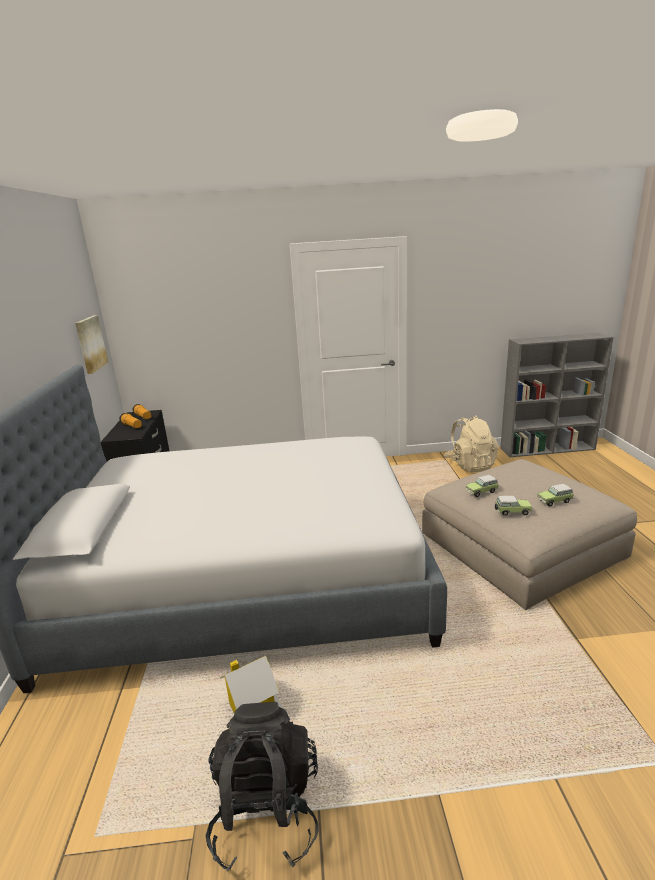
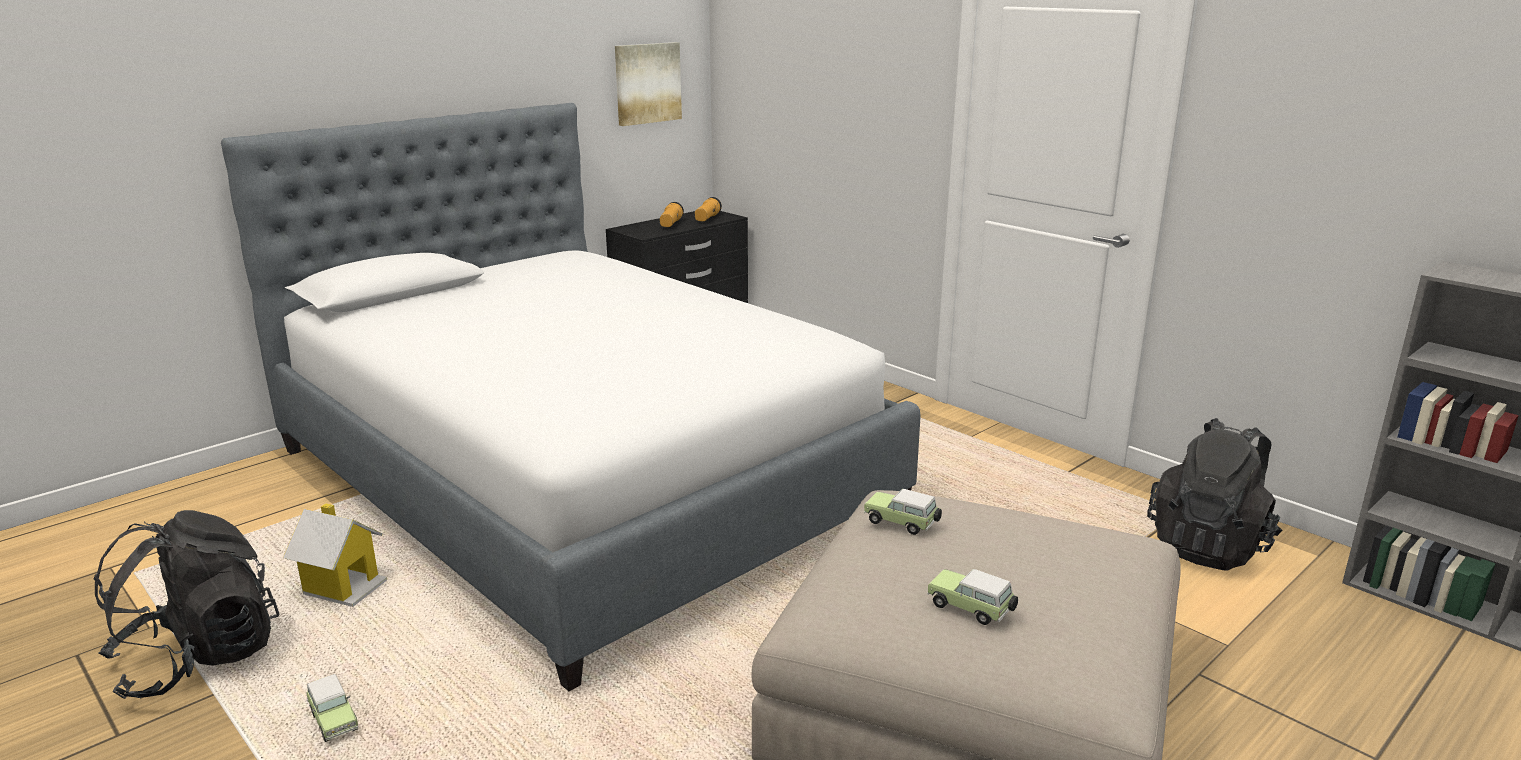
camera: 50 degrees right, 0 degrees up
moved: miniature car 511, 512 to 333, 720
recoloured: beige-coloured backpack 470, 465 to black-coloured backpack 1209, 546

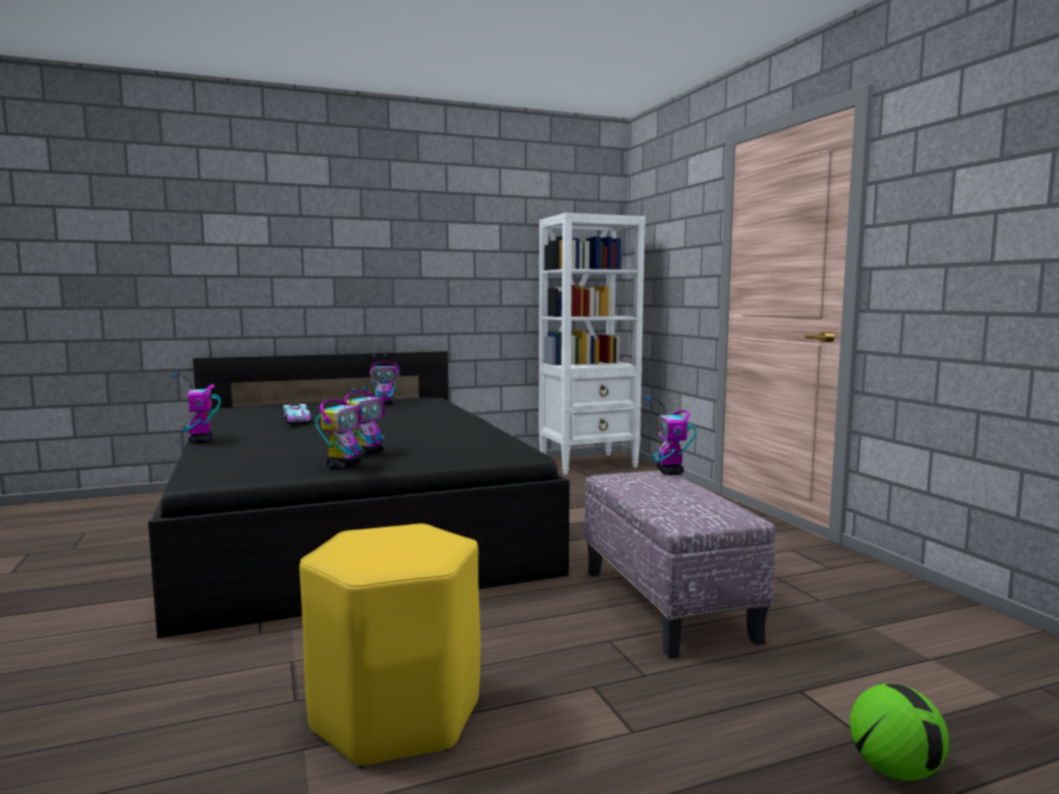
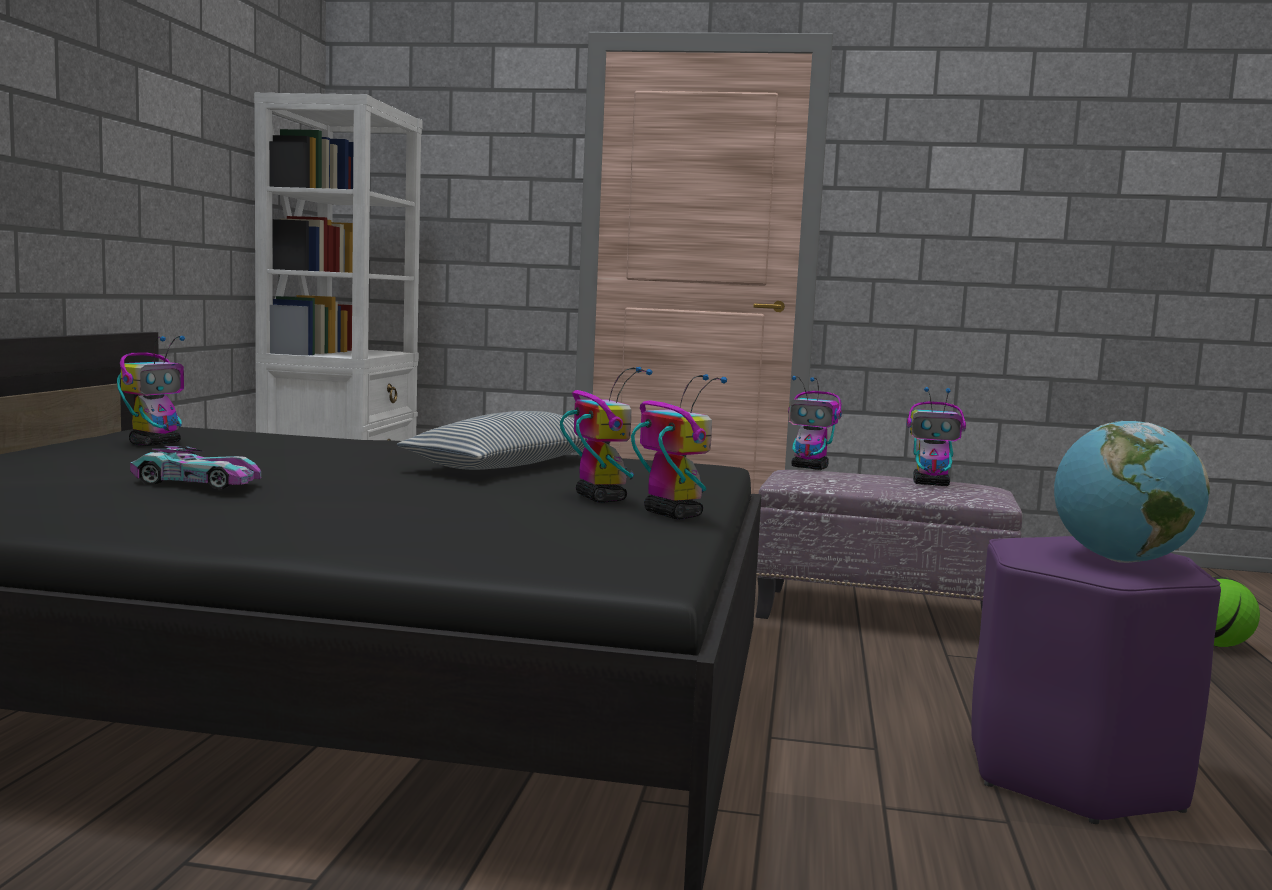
camera: 60 degrees left, 0 degrees up
added: cushion 510, 465; globe 1120, 561
moved: model robot 201, 441 to 931, 484
recoloured: yellow stool 397, 716 to purple stool 1074, 774

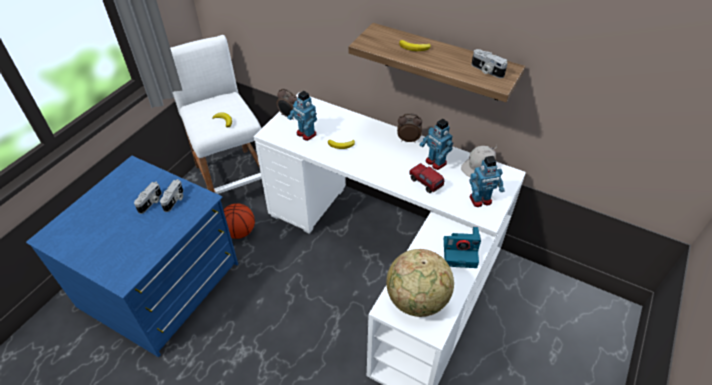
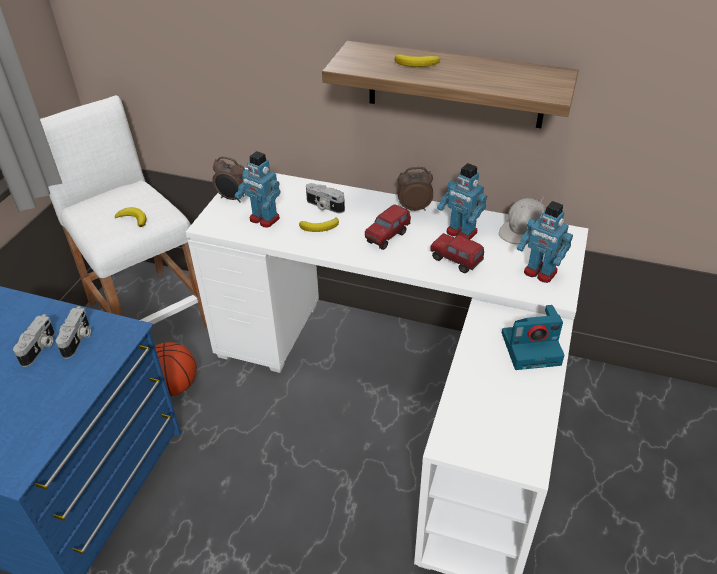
camera: 10 degrees left, 5 degrees down
removed: globe 417, 300
added: model truck 387, 237
moved: photo camera 486, 71 to 324, 206
turned: model robot 480, 200 = 539, 272 60 degrees clockwise

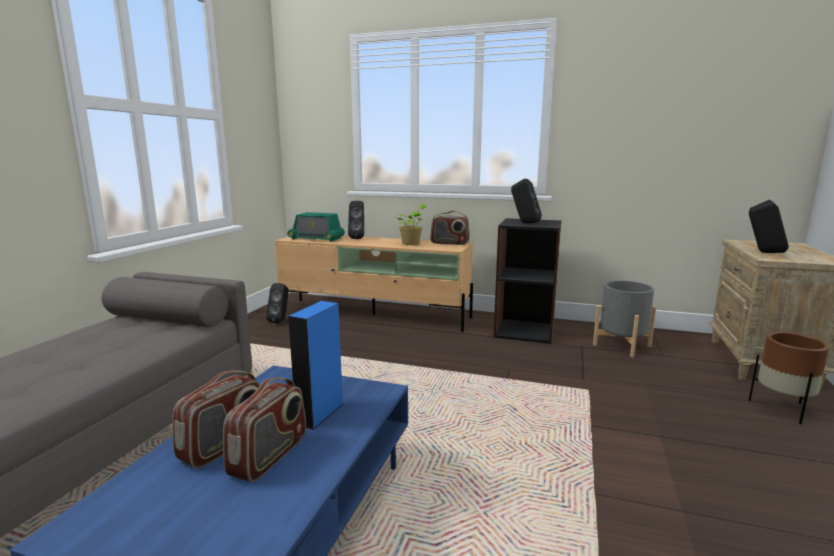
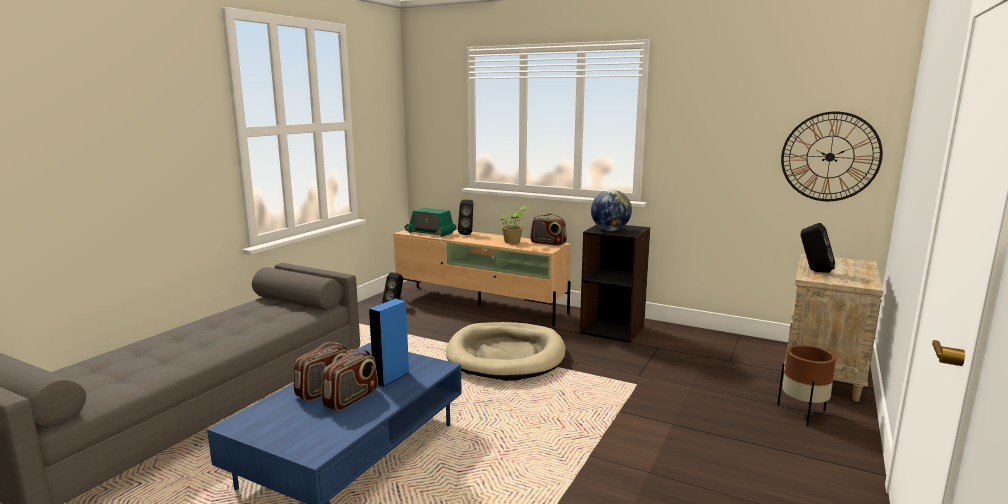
camera: 10 degrees right, 0 degrees up
removed: grey planter 621, 345
added: beige-coloured pet bed 506, 355; hanging clock 830, 157
replaced: black-coloured speaker 524, 223 to globe 610, 230

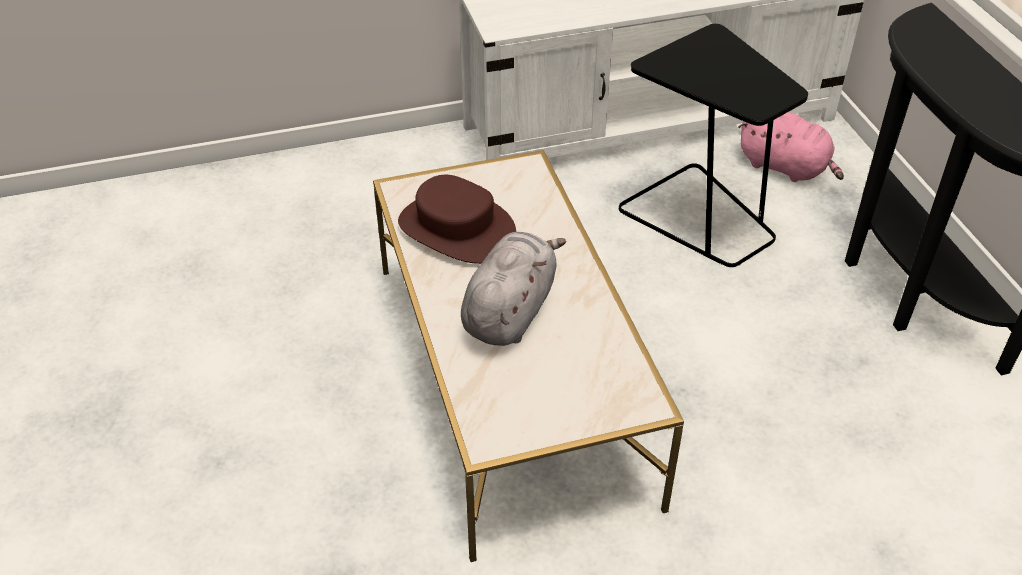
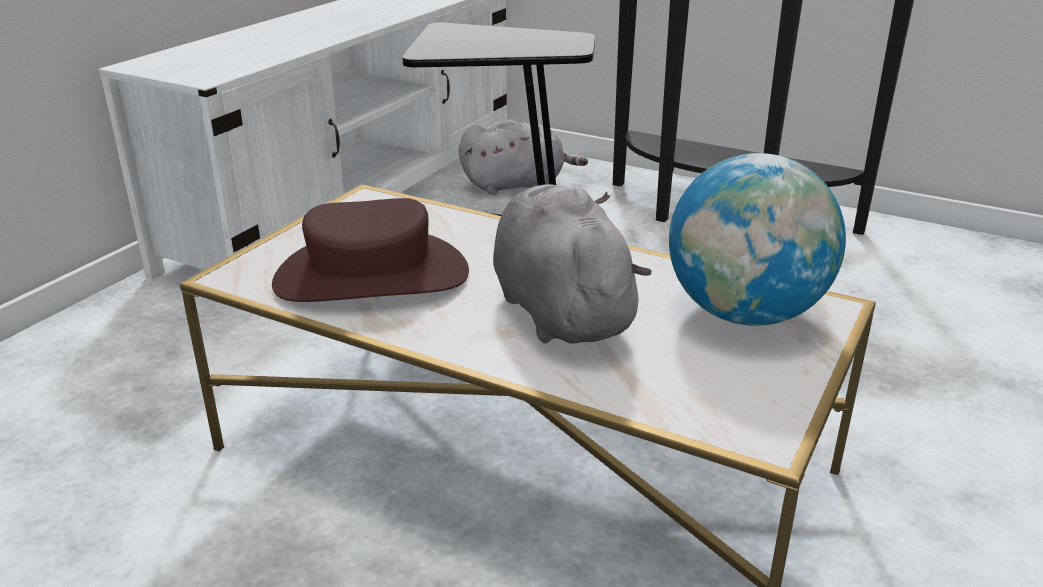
camera: 45 degrees left, 15 degrees down
added: globe 745, 314
recoloured: pinkish cuddly toy 785, 167 to grey cuddly toy 517, 185

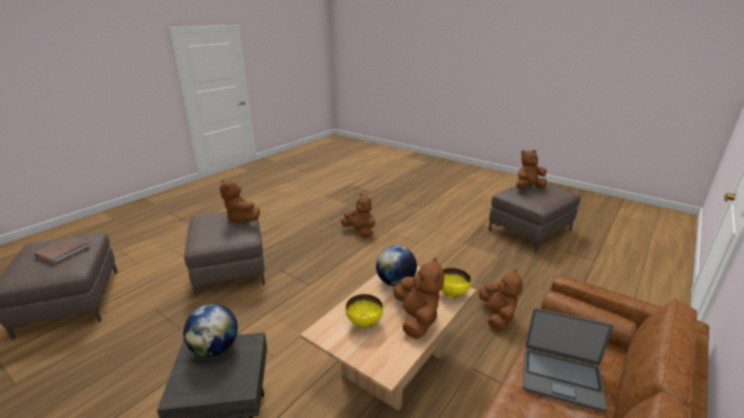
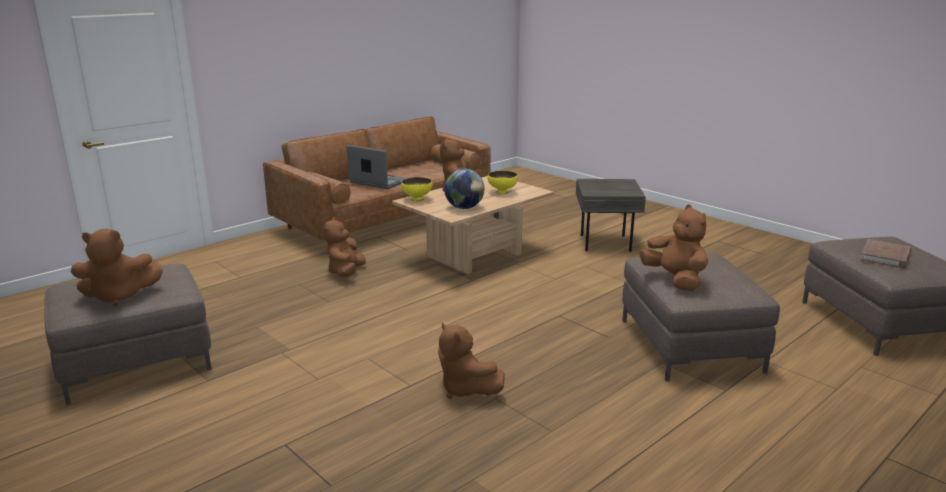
camera: 170 degrees left, 5 degrees down
removed: globe 215, 348

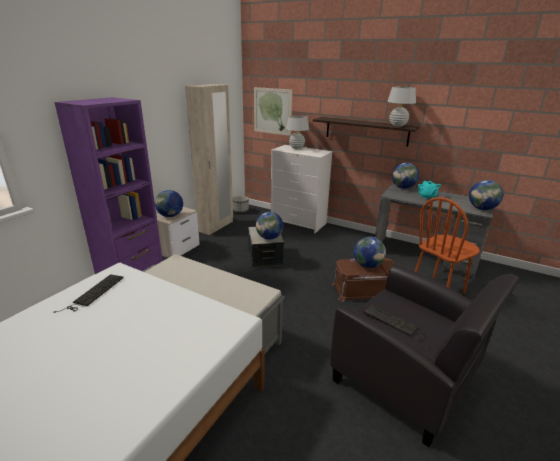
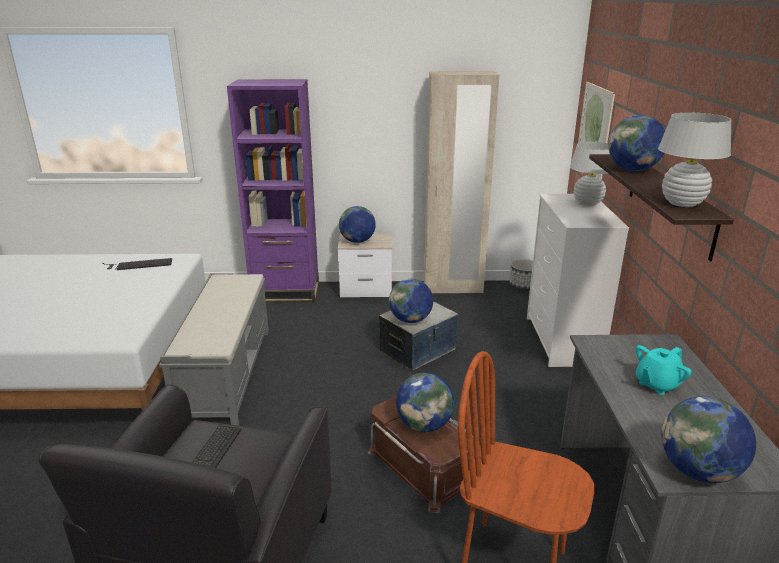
camera: 60 degrees right, 0 degrees up
moved: globe 403, 187 to 632, 170

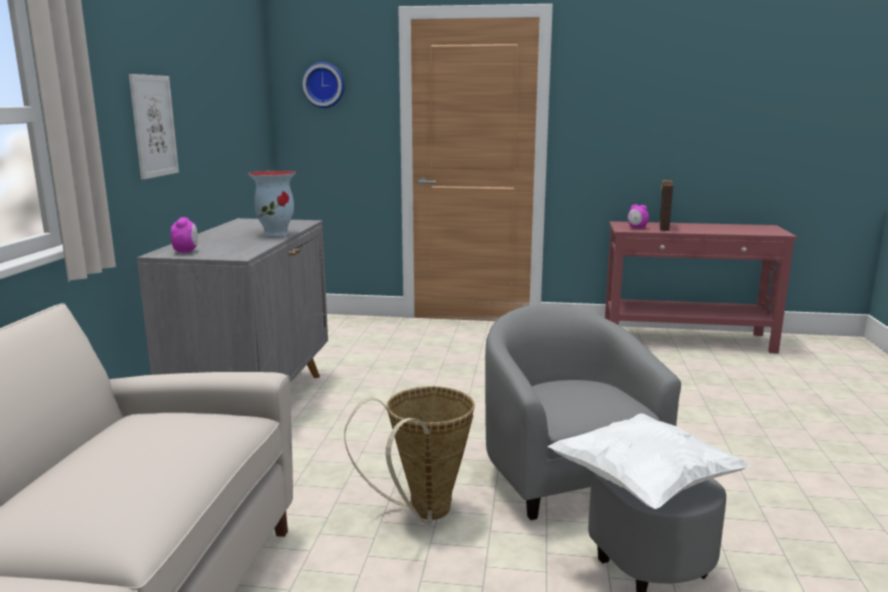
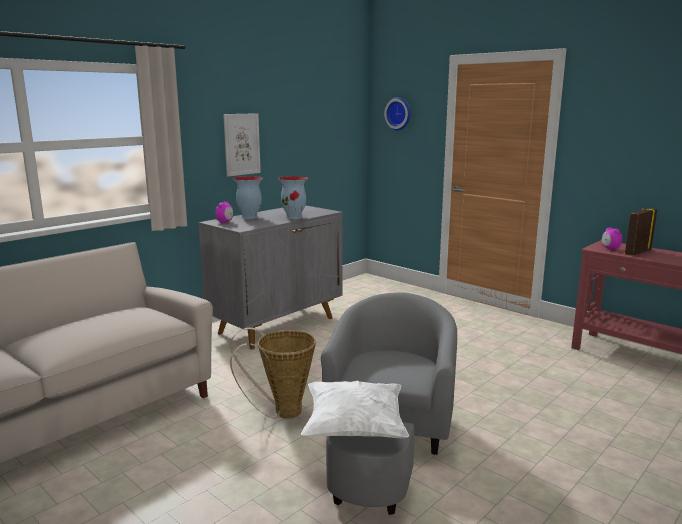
camera: 35 degrees right, 0 degrees up
added: decorative vase 249, 217

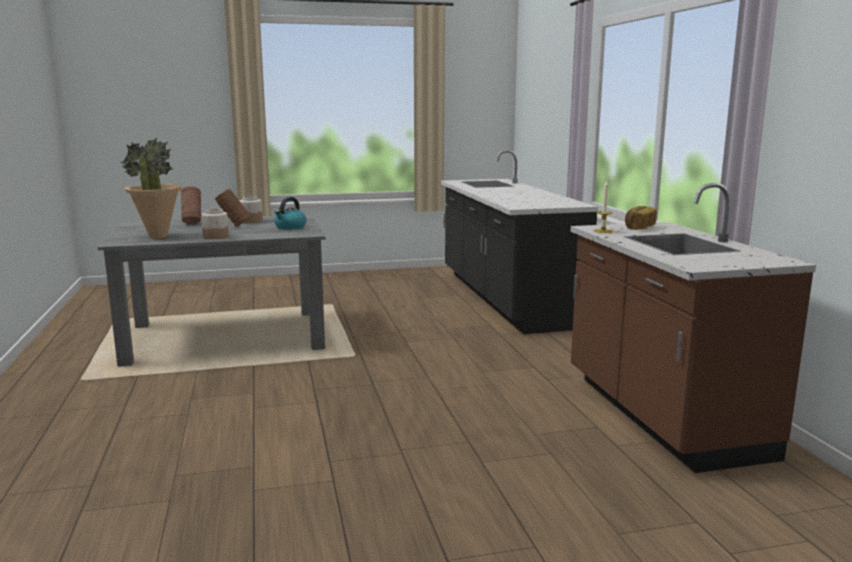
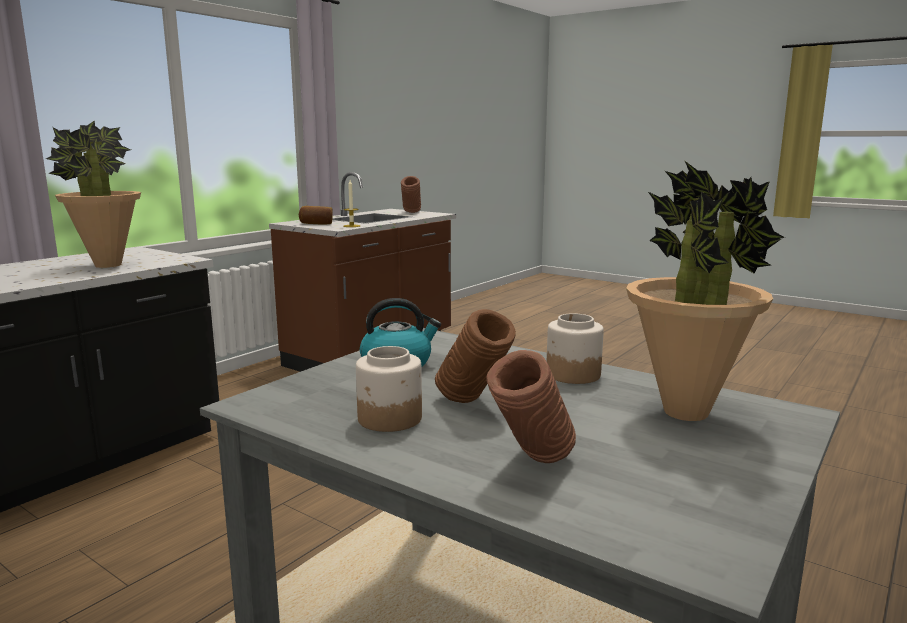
camera: 130 degrees left, 0 degrees up
added: houseplant 107, 265; brown-coloured decorative vase 411, 213

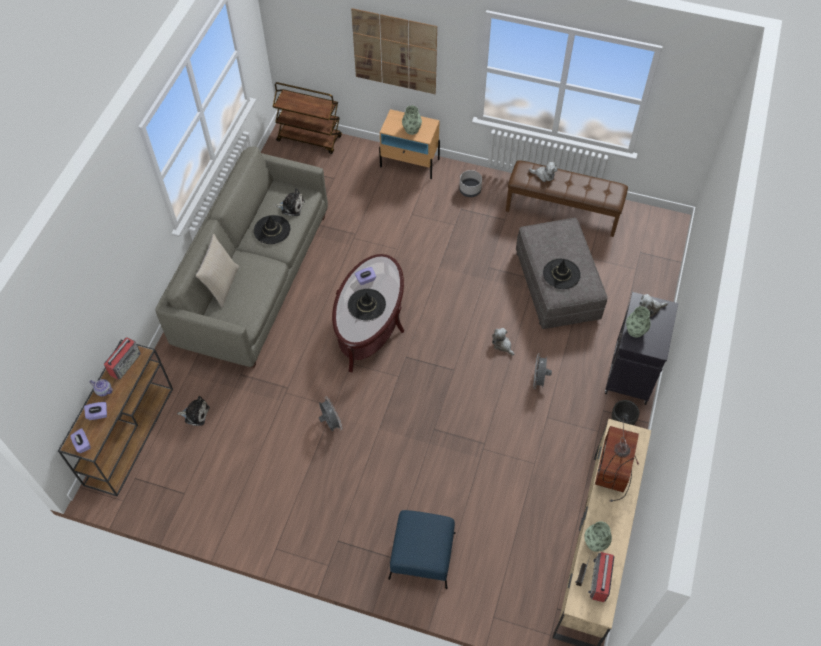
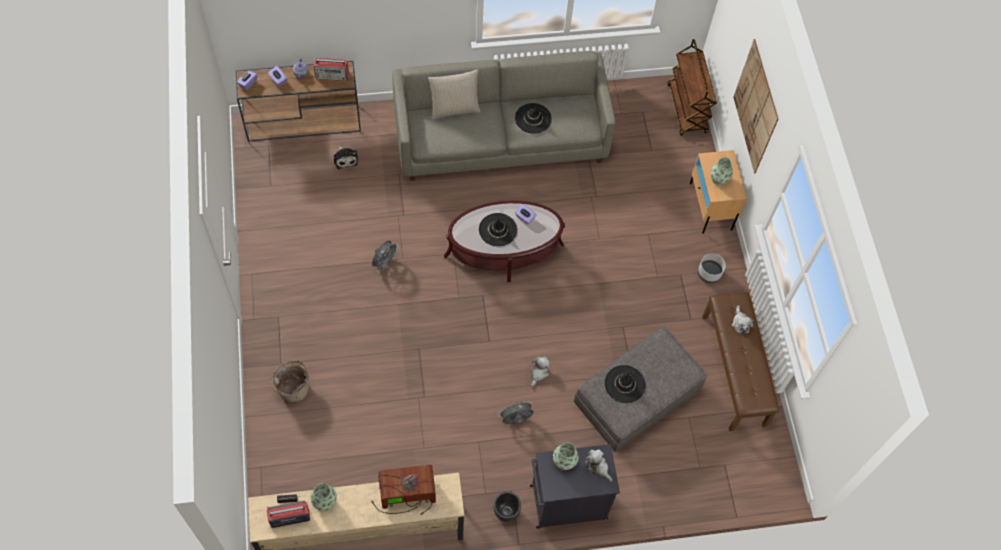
camera: 60 degrees right, 5 degrees up
removed: cuddly toy 291, 206
replaced: blue-coloured pouffe 422, 555 to basket 293, 388

